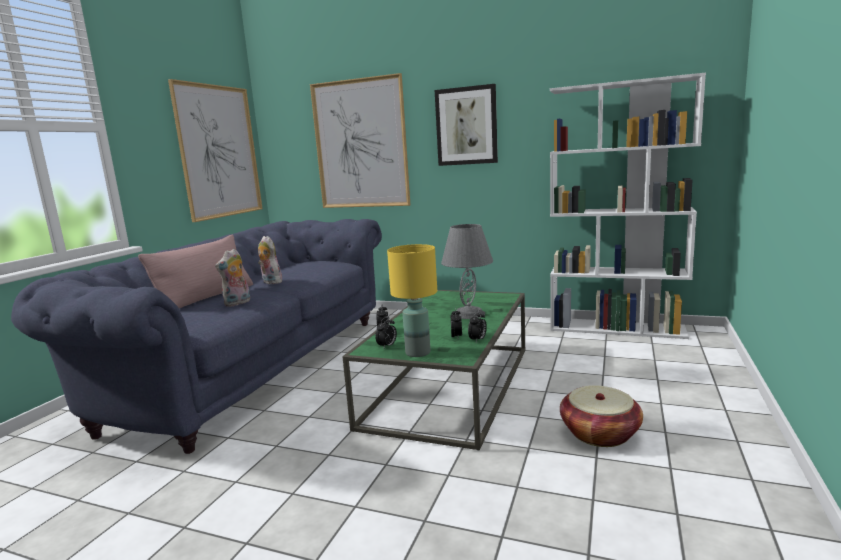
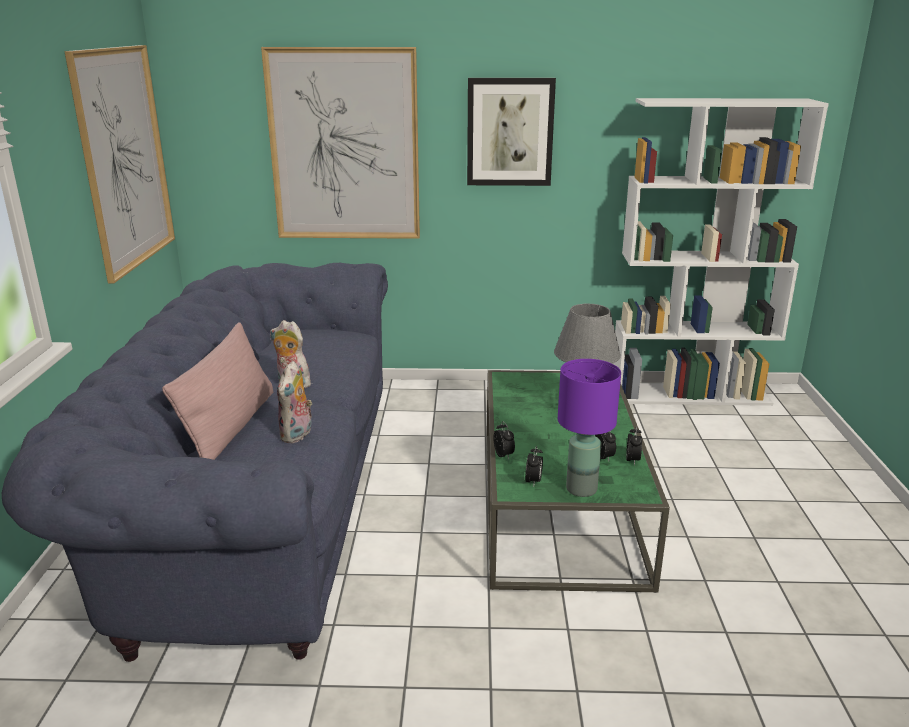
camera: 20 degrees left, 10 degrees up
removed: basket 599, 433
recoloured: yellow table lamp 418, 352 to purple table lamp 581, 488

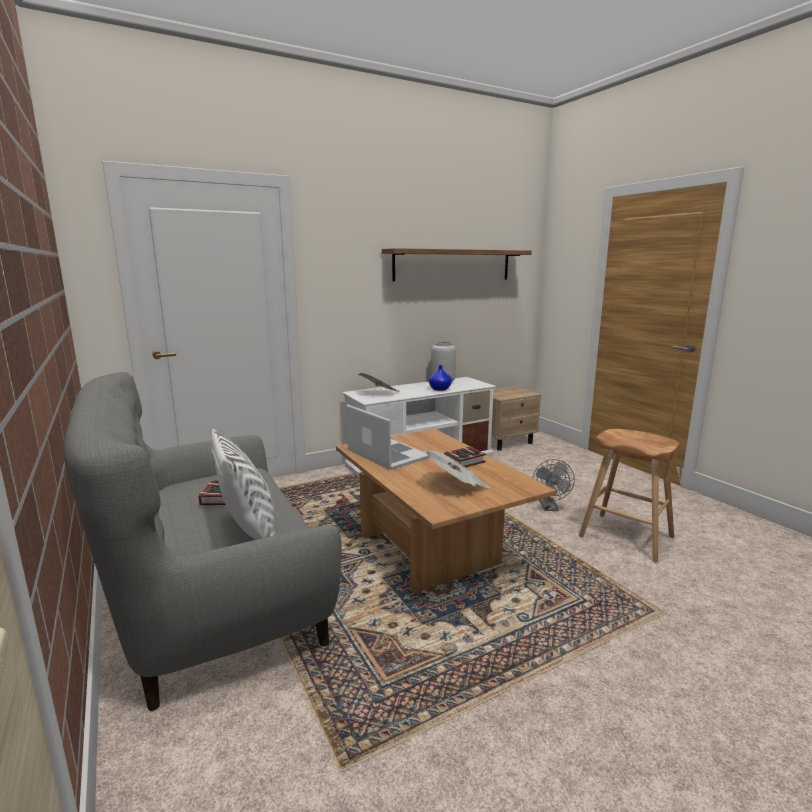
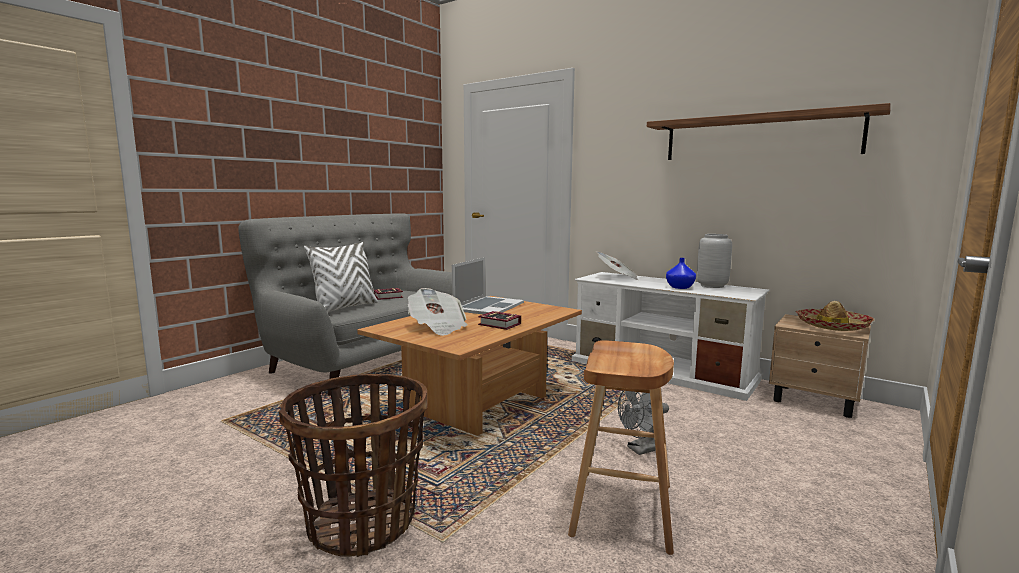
camera: 65 degrees right, 5 degrees down
added: basket 362, 523; wearable hat 832, 326

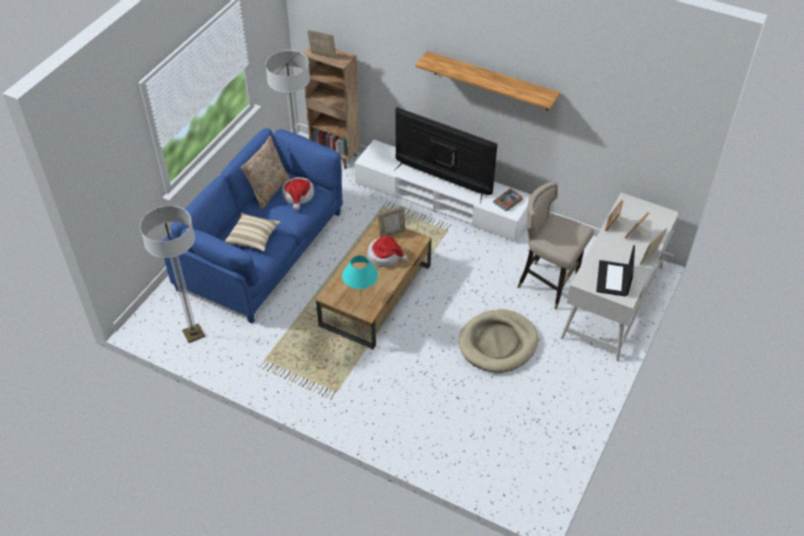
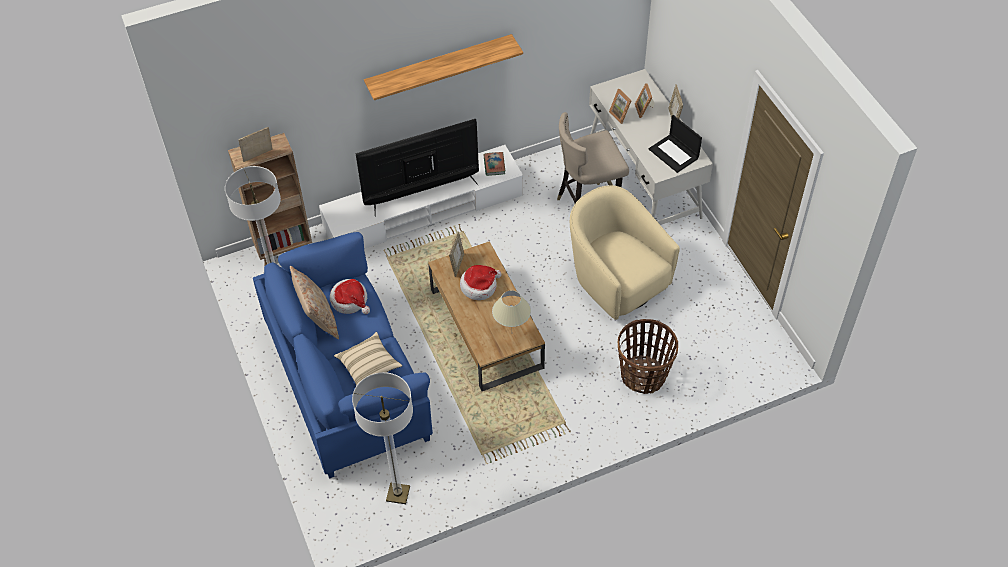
camera: 50 degrees left, 5 degrees up
added: basket 643, 376
replaced: beige-coloured pet bed 498, 343 to beige-coloured armchair 616, 280
recoloured: turquoise-coloured table lamp 361, 299 to beige-coloured table lamp 511, 333

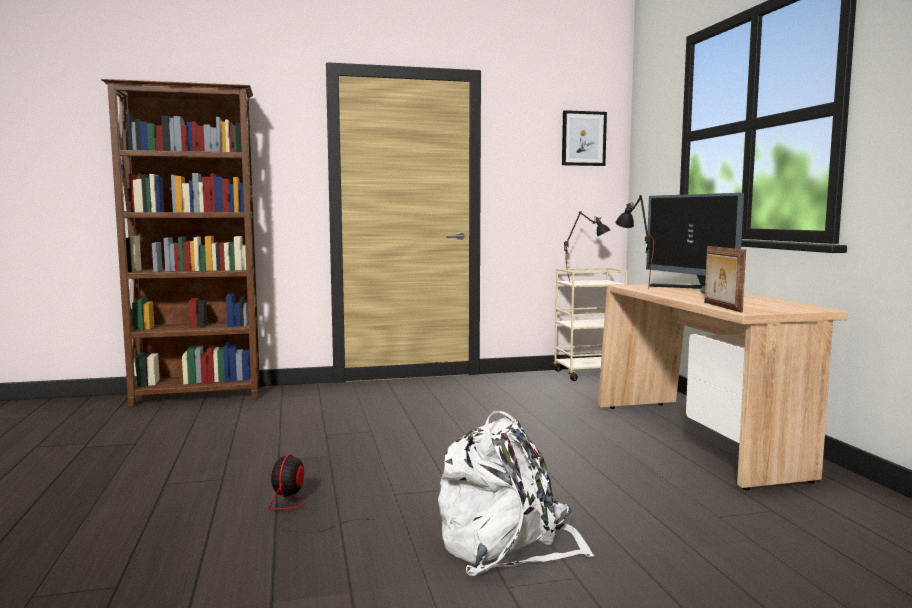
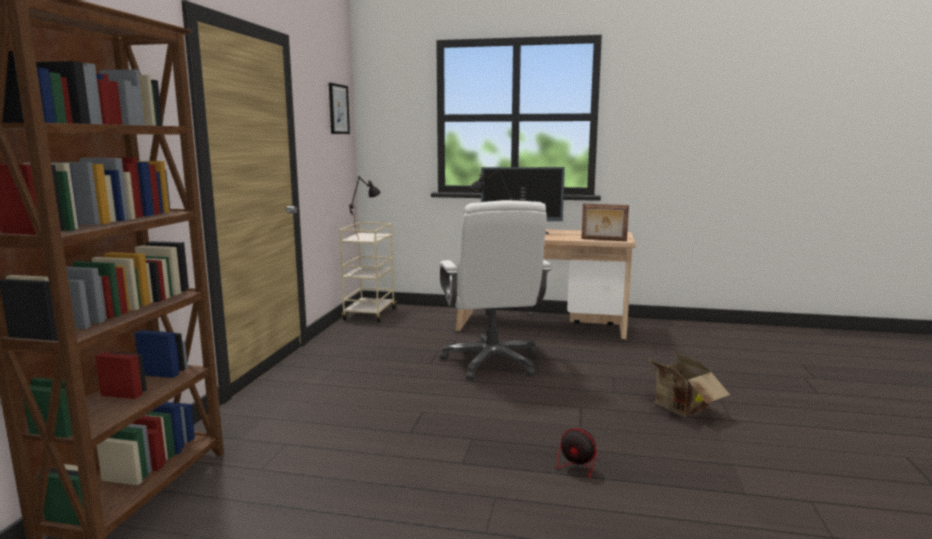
camera: 65 degrees left, 5 degrees up
added: whitish computer chair 492, 362
replaced: whitish backpack 507, 546 to carton 679, 408

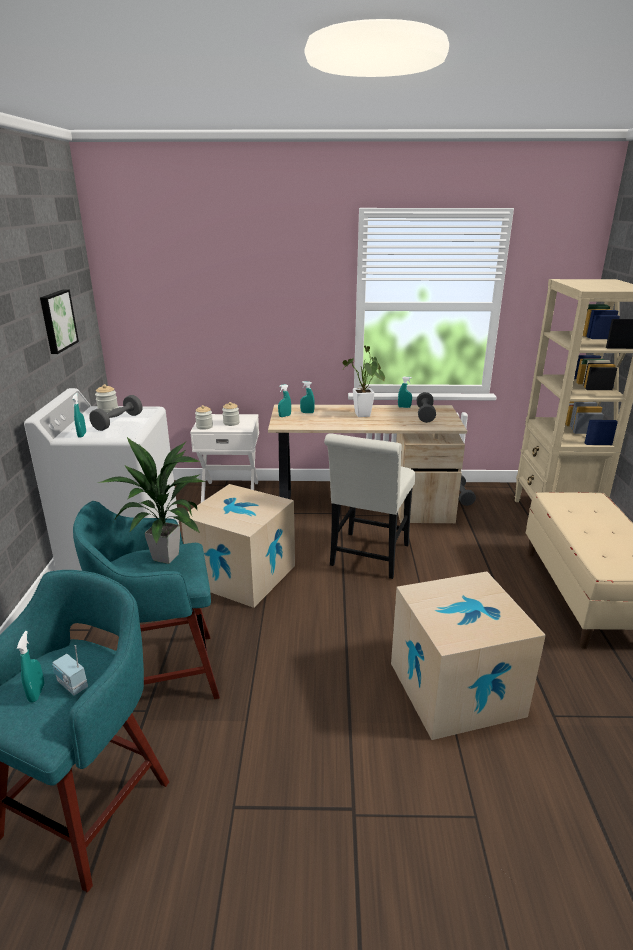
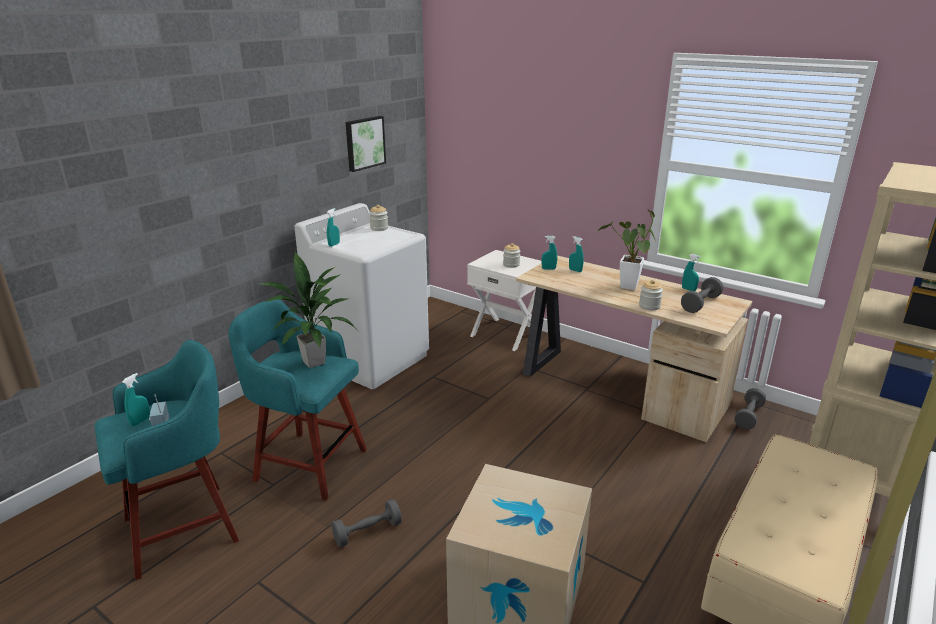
camera: 35 degrees right, 0 degrees up
removed: carton 243, 575; whitish chair 367, 558
moved: grey dumbbell 118, 422 to 367, 532; jar 204, 426 to 649, 306

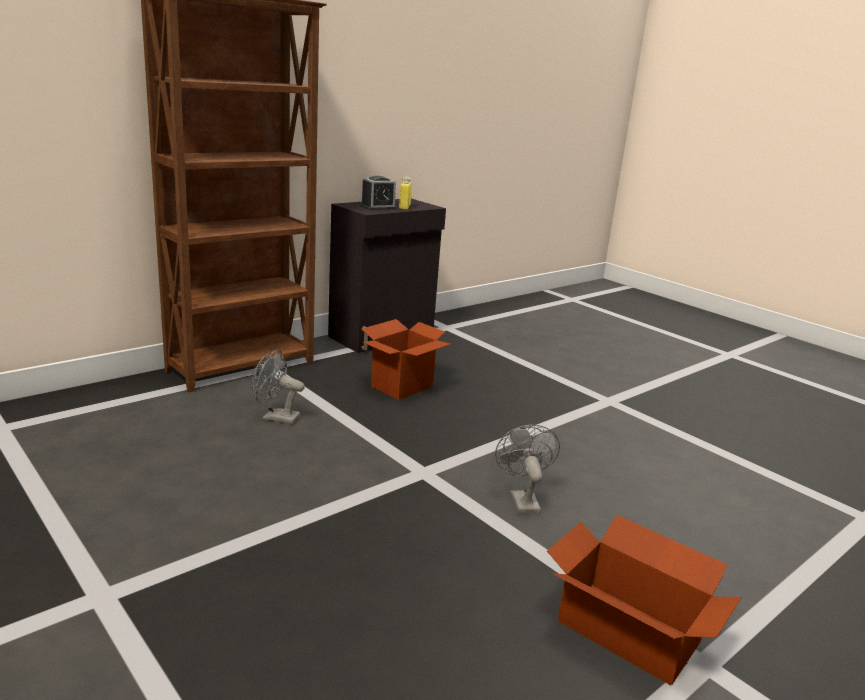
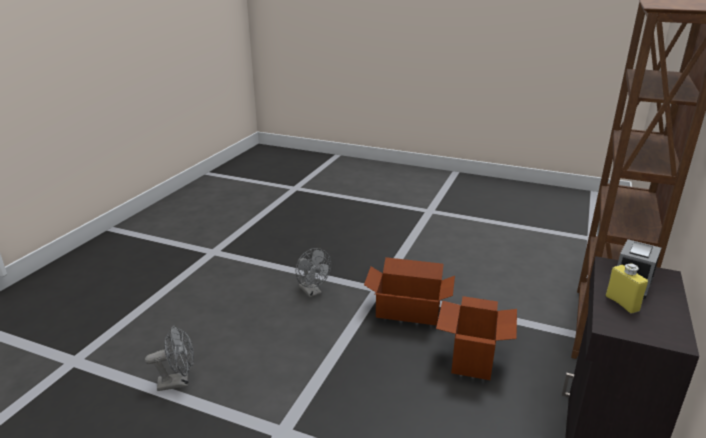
camera: 155 degrees right, 5 degrees up
moved: grey electric fan 275, 417 to 178, 382; carton 627, 630 to 408, 310

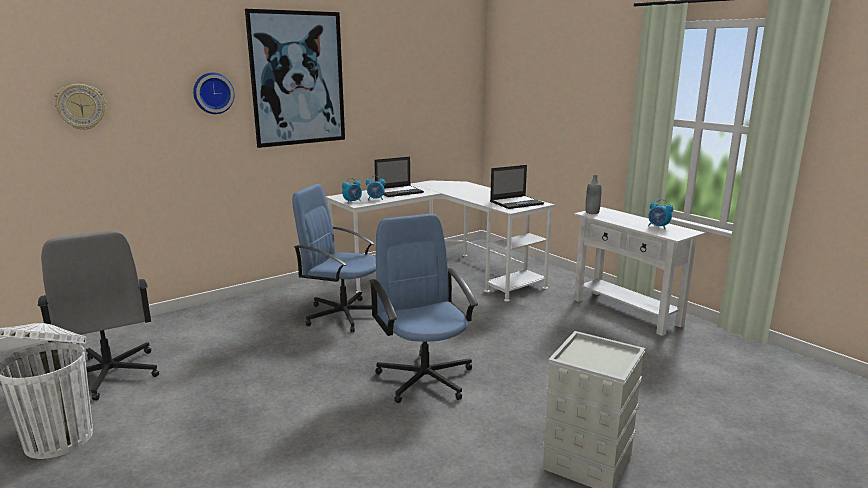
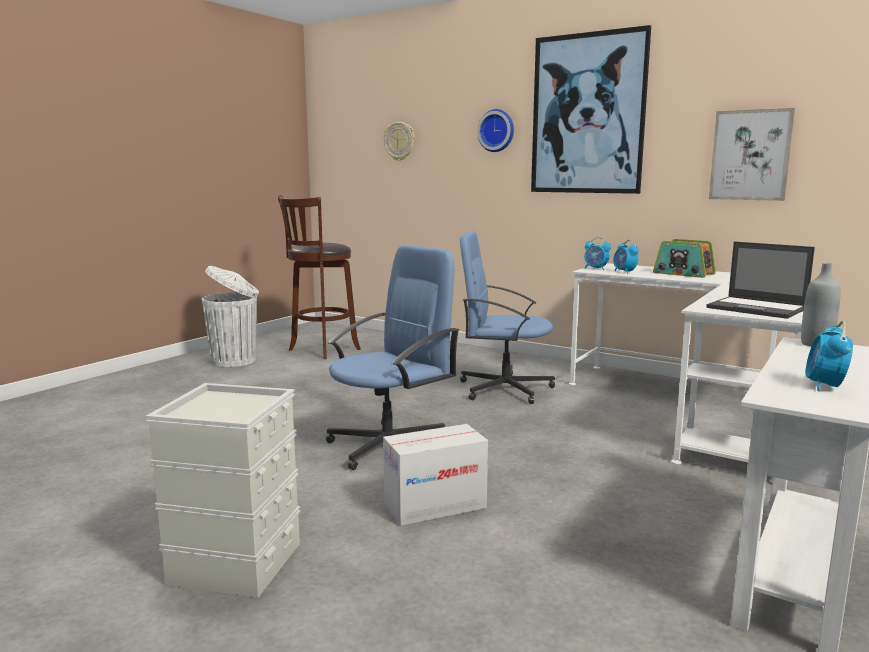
camera: 70 degrees right, 5 degrees down
added: carton 435, 506; wall art 750, 155
replaced: grey computer chair 109, 375 to brown-coloured stool 321, 350; portable computer 399, 191 to radio receiver 683, 274
turned: blue-coloured computer chair 343, 315 = 503, 389 75 degrees counterclockwise

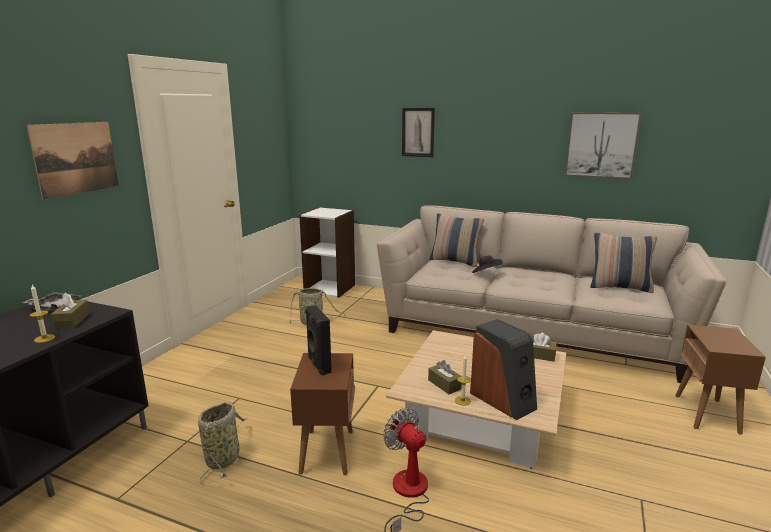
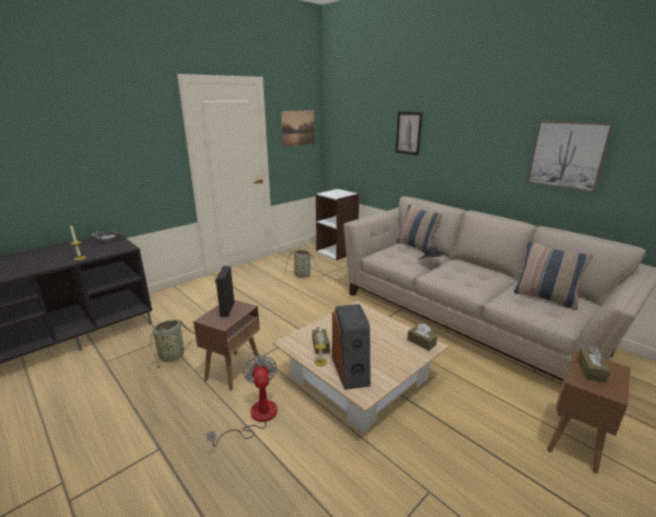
camera: 25 degrees right, 5 degrees up
moved: wall art 76, 158 to 298, 128; brown-coloured tissue box 72, 320 to 591, 370

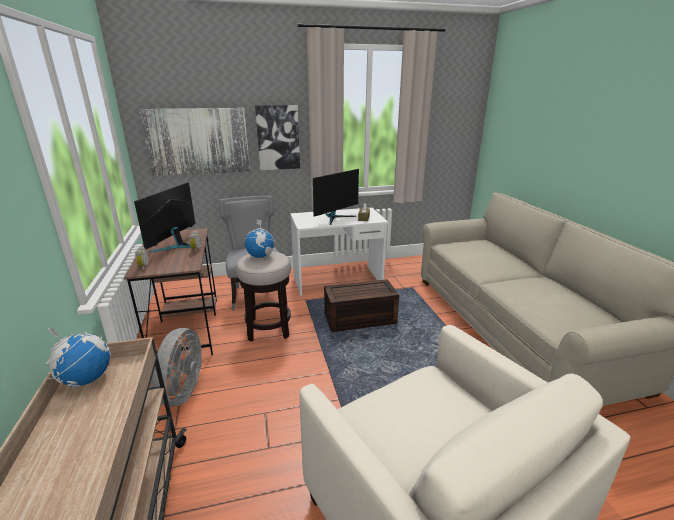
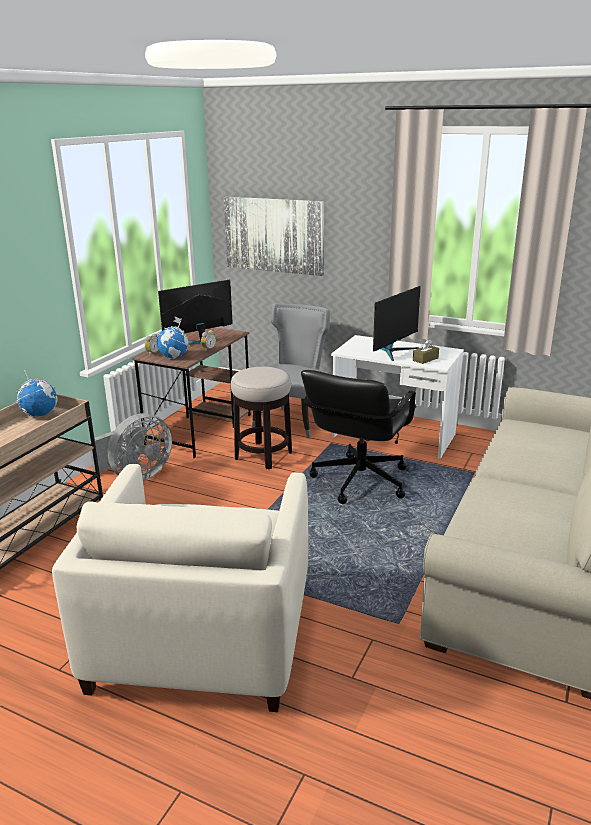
camera: 40 degrees right, 0 degrees up
removed: wall art 278, 137
moved: globe 261, 256 to 174, 357
replaced: brown-coloured storage box 359, 320 to black-coloured computer chair 359, 481
turned: computer screen 336, 218 = 394, 351 45 degrees counterclockwise

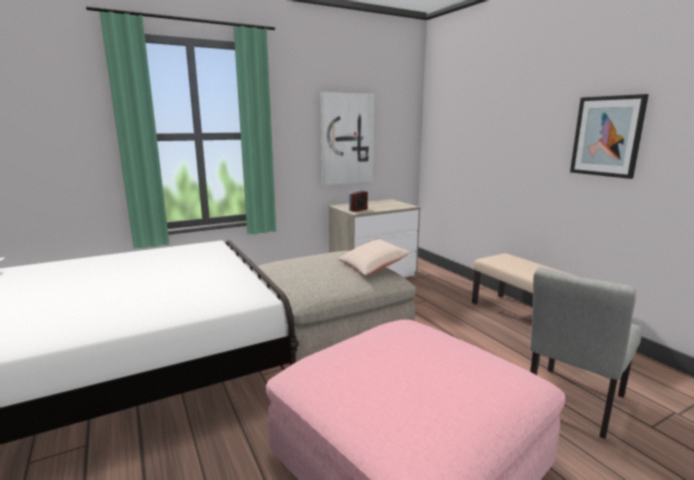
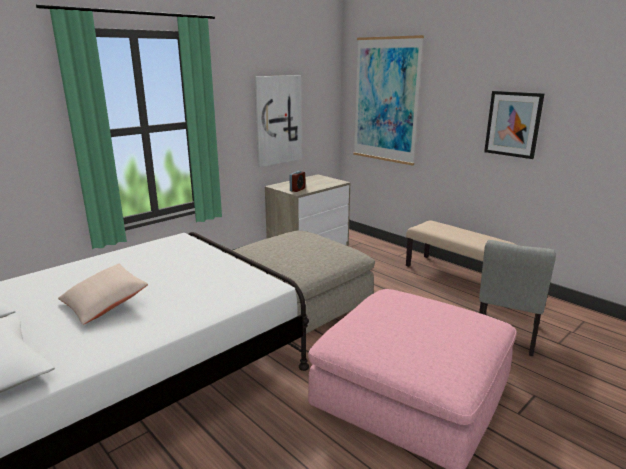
camera: 15 degrees left, 5 degrees up
added: wall art 386, 100
moved: beige-coloured cushion 372, 266 to 104, 304

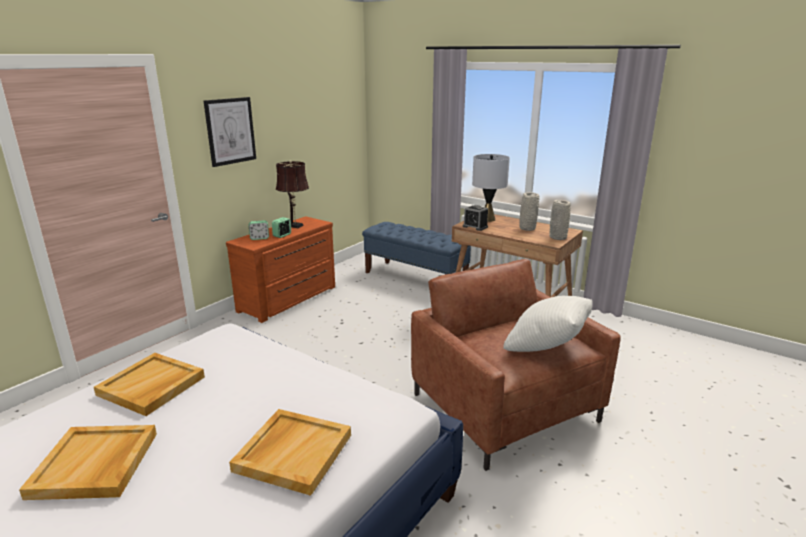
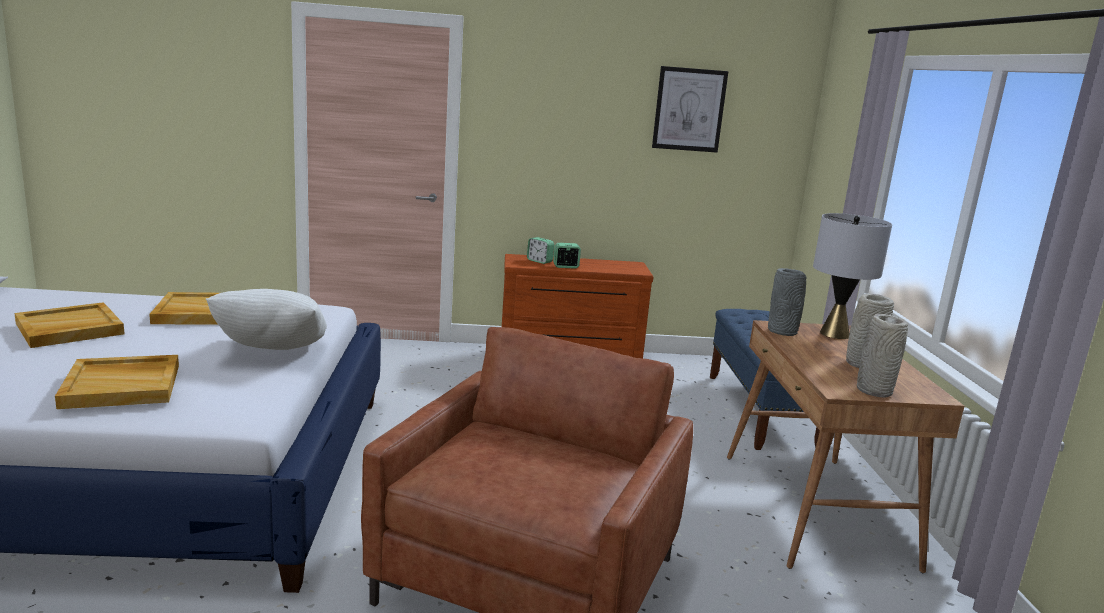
camera: 50 degrees right, 5 degrees down
removed: brown-coloured table lamp 295, 226
moved: wall art 230, 131 to 689, 109; whitish cushion 547, 347 to 272, 354
replaced: bedside clock 475, 227 to grey decorative vase 783, 332

